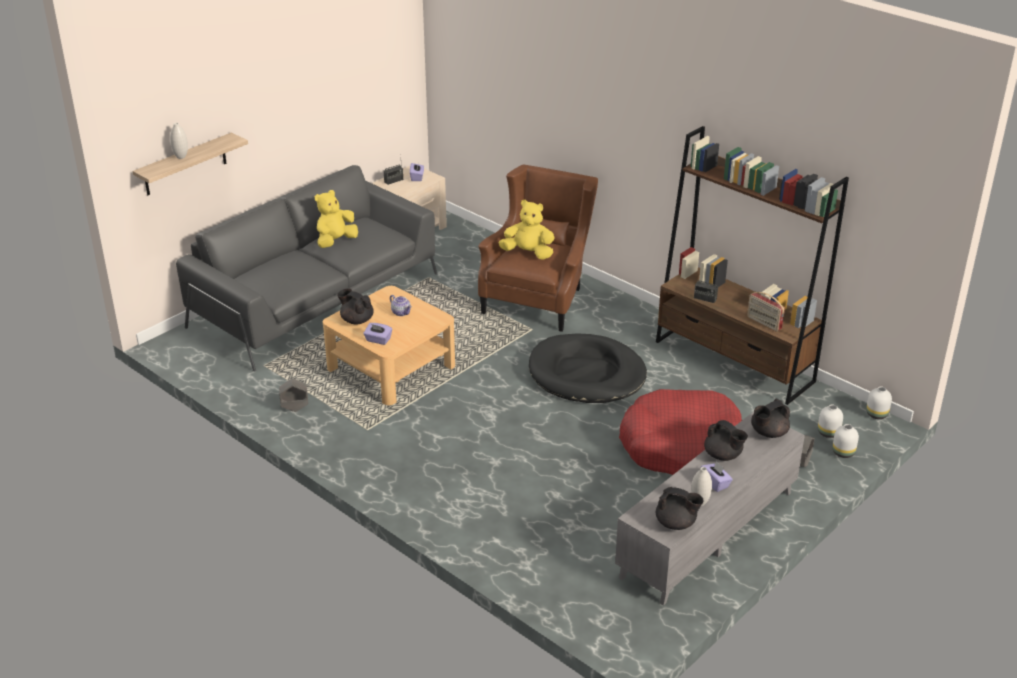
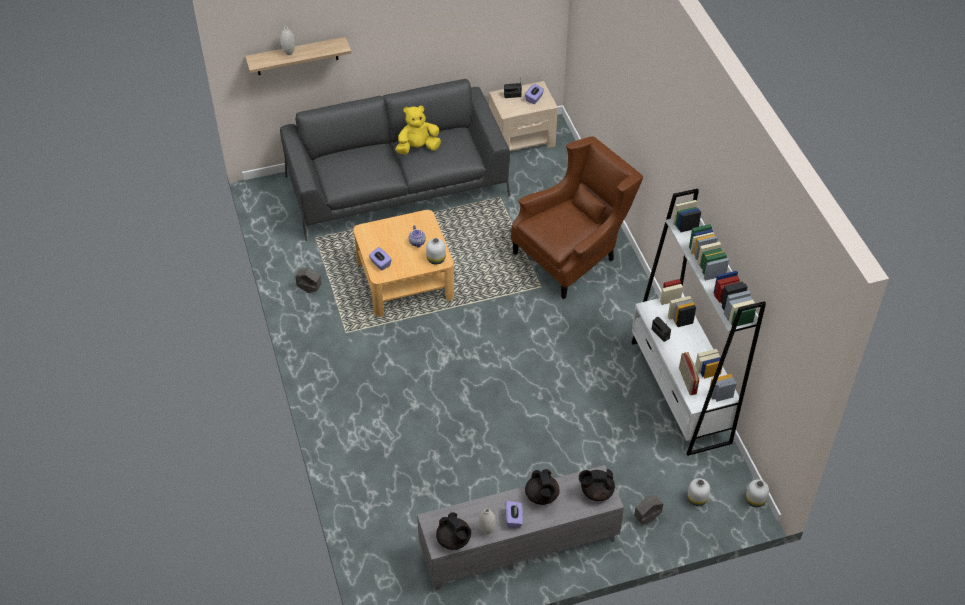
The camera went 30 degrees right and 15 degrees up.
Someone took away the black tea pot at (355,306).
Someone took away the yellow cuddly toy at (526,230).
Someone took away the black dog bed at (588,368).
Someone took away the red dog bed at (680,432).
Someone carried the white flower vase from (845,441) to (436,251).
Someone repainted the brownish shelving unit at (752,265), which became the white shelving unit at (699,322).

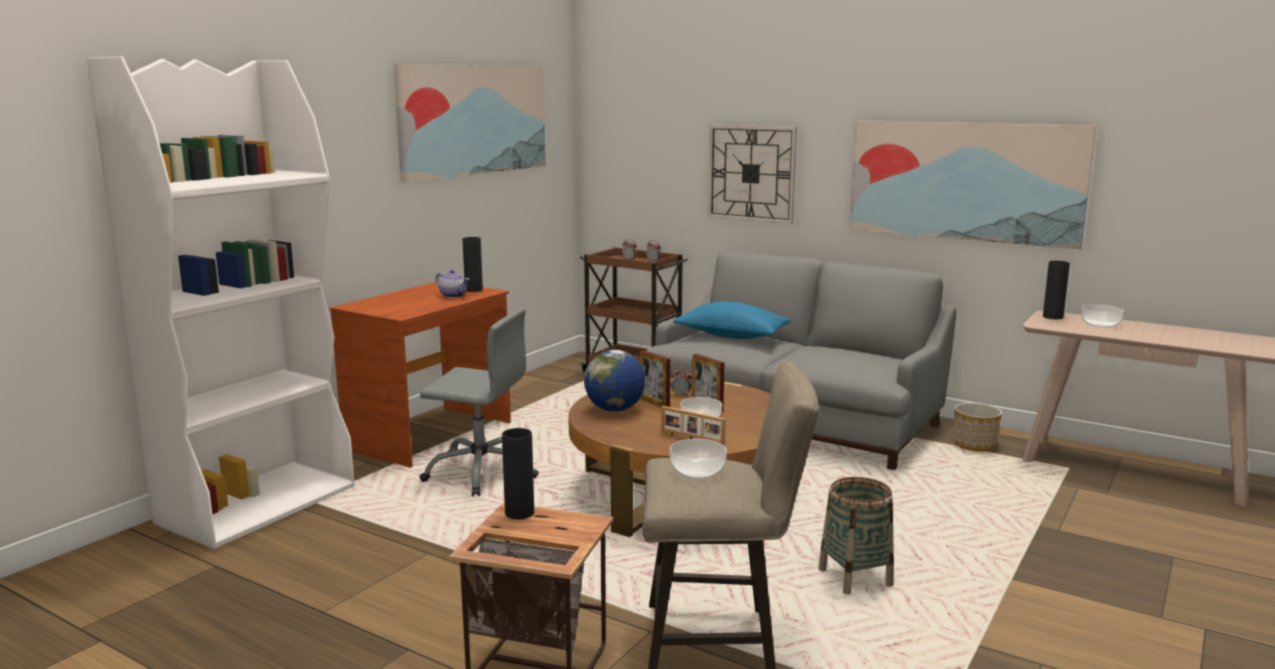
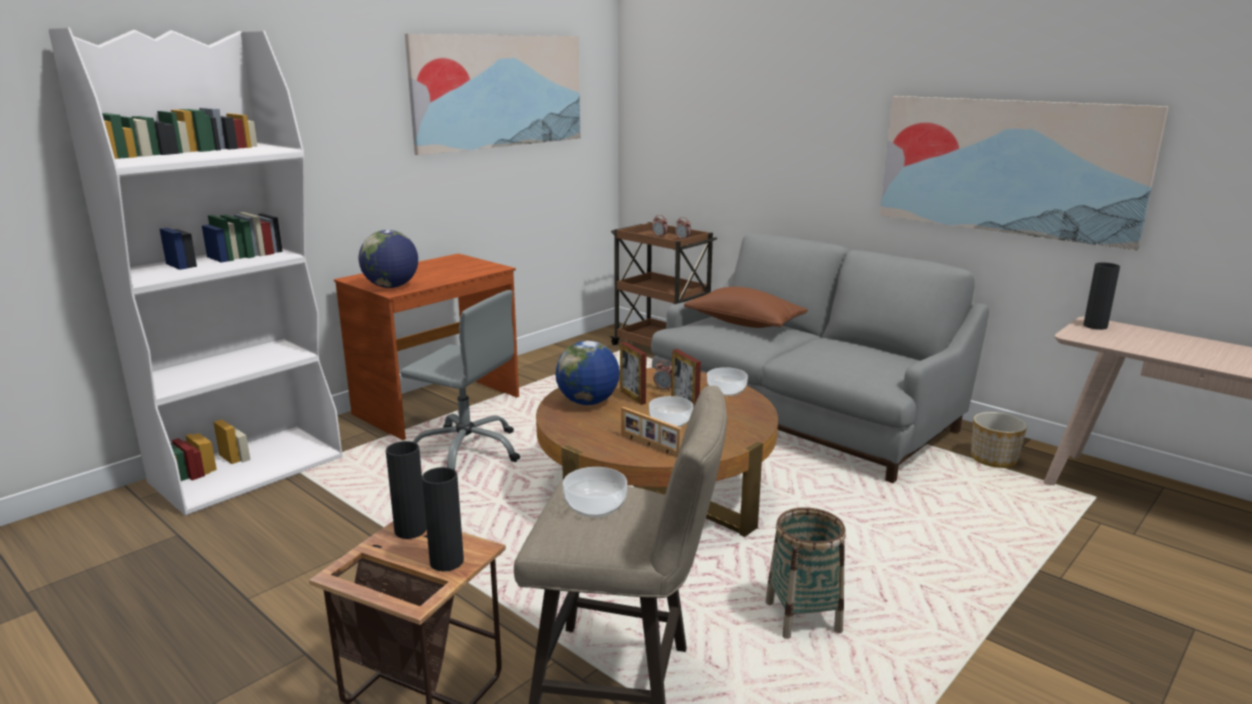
The camera went 10 degrees right and 5 degrees up.
Someone took away the tea pot at (452,284).
Someone took away the wall clock at (752,174).
Someone put down the globe at (388,259).
Someone carried the black flower vase from (472,264) to (443,519).
Someone carried the serving bowl from (1103,316) to (727,381).
Someone repainted the bluish pillow at (732,320), which became the brownish pillow at (746,307).

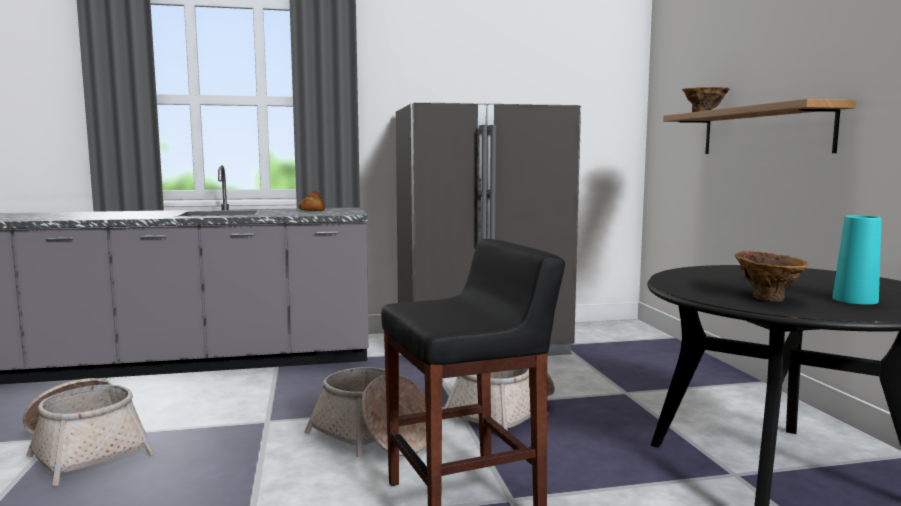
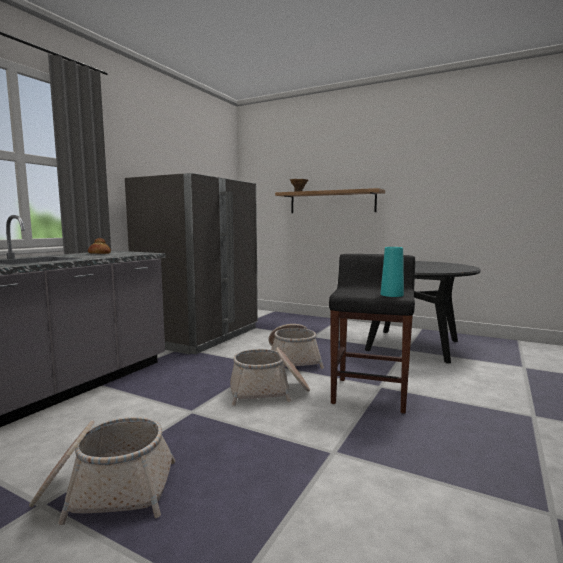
The camera went 50 degrees left and 0 degrees up.
Someone took away the brownish flower vase at (771,276).
Someone carried the blue-green flower vase from (856,260) to (392,272).

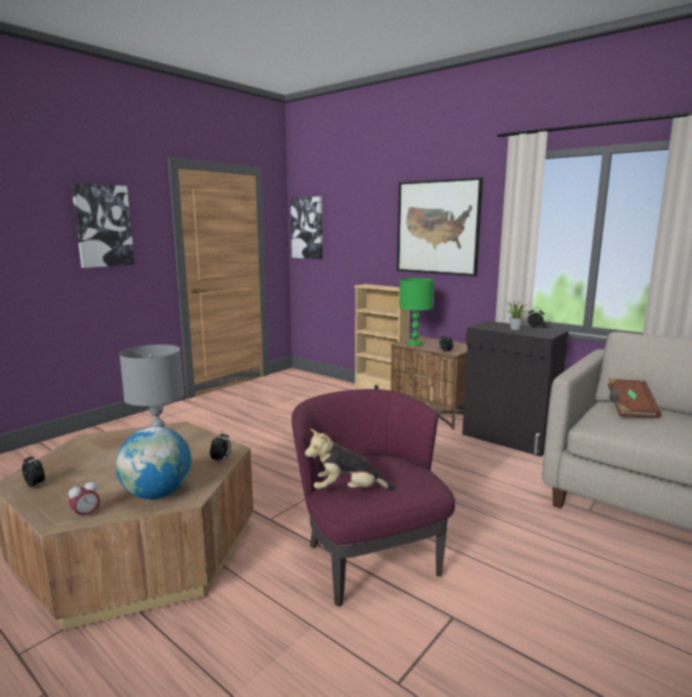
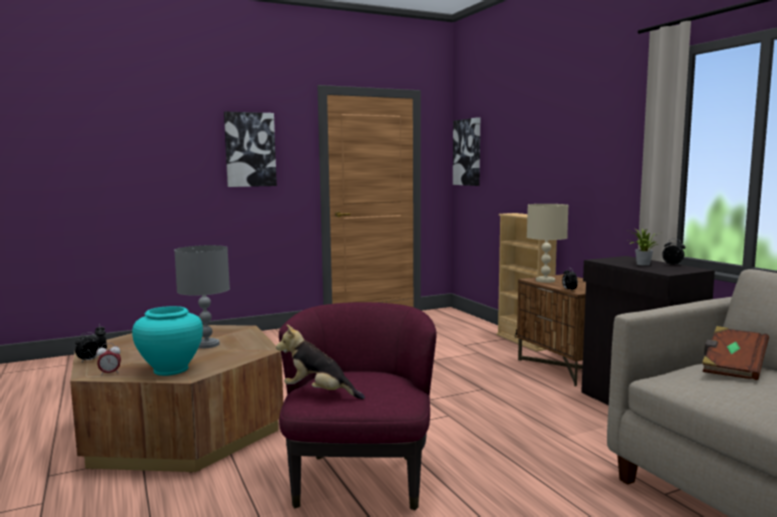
The camera went 25 degrees right and 5 degrees down.
Someone took away the wall art at (440,227).
Someone carried the bedside clock from (220,447) to (87,347).
Someone swapped the globe at (154,463) for the blue-green flower vase at (167,341).
Someone repainted the green lamp for a table at (416,312), which became the beige-coloured lamp for a table at (547,243).

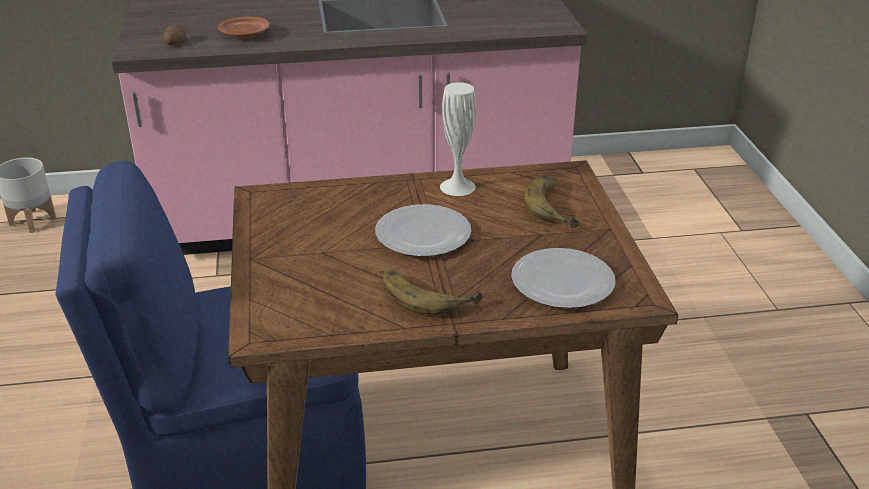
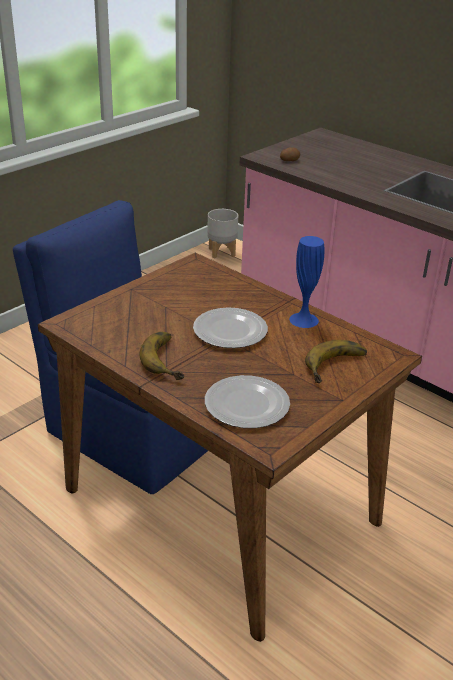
The camera went 50 degrees right and 0 degrees up.
Someone took away the brownish flat dish at (244,28).
Someone repainted the white flower vase at (458,139), which became the bluish flower vase at (306,282).

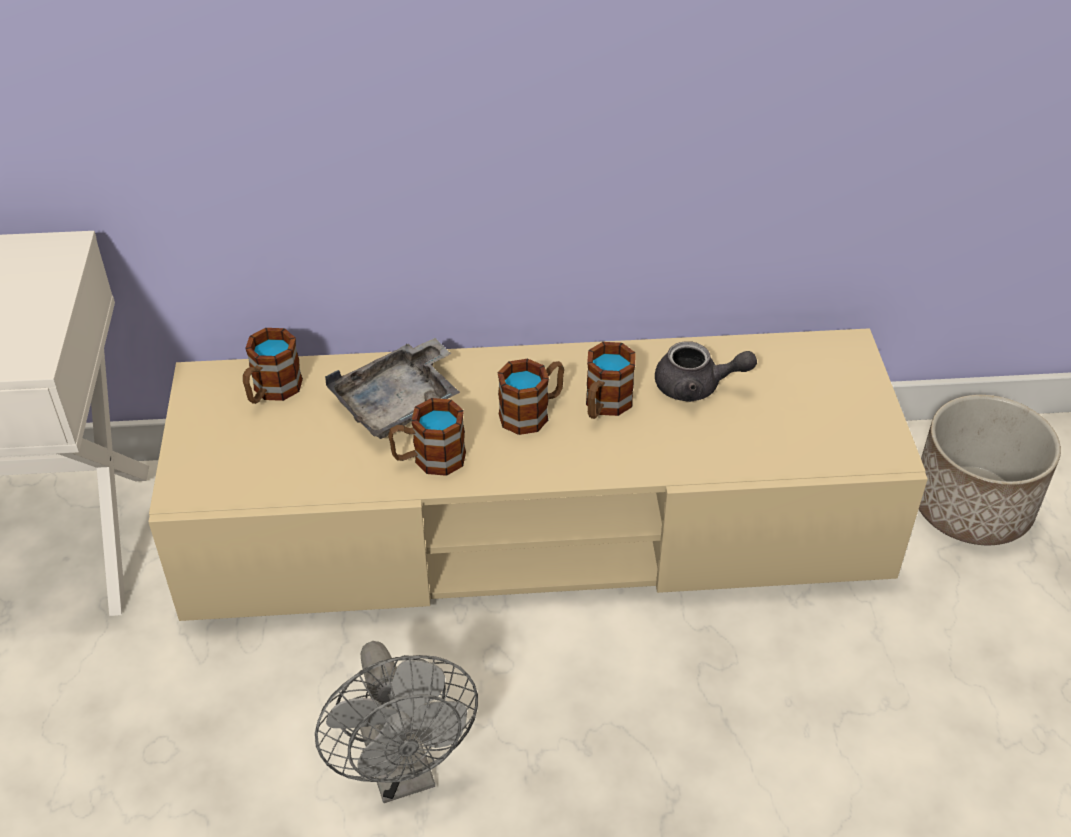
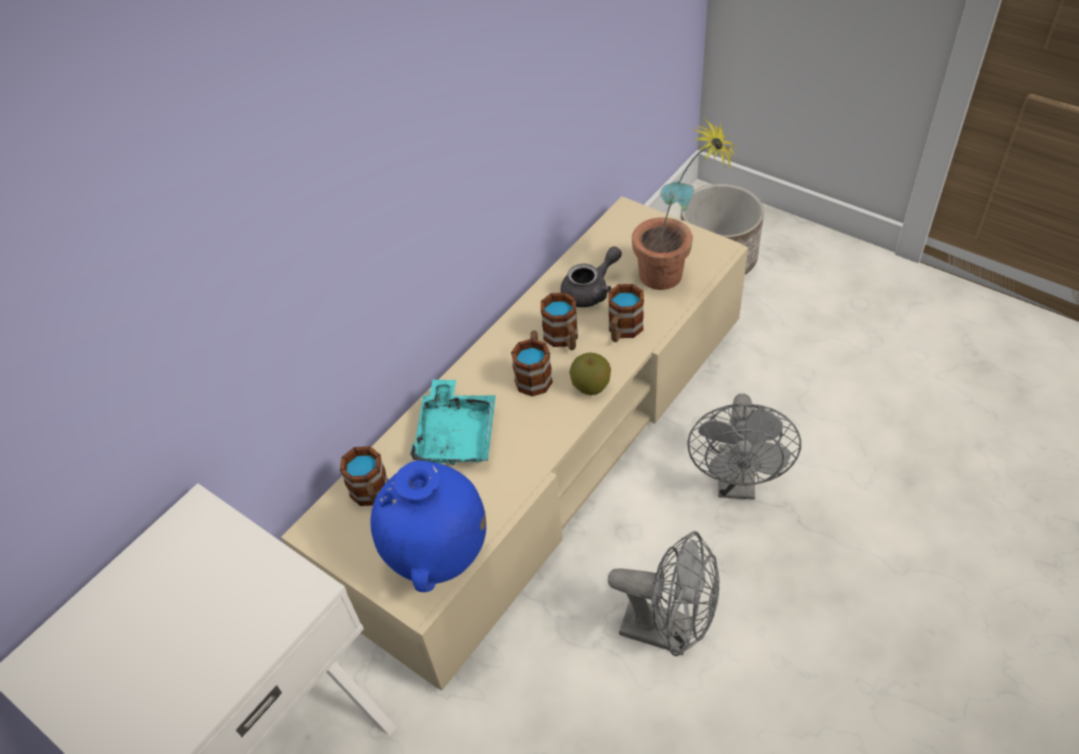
The camera went 45 degrees left and 5 degrees up.
Someone put down the bluish flower vase at (428,526).
Someone put down the apple fruit at (590,373).
Someone put down the plant in a pot at (685,204).
Someone put down the gray electric fan at (744,447).
Someone carried the mug from (427,437) to (626,313).
Someone repainted the gray serving tray at (392,388), which became the blue-green serving tray at (453,422).

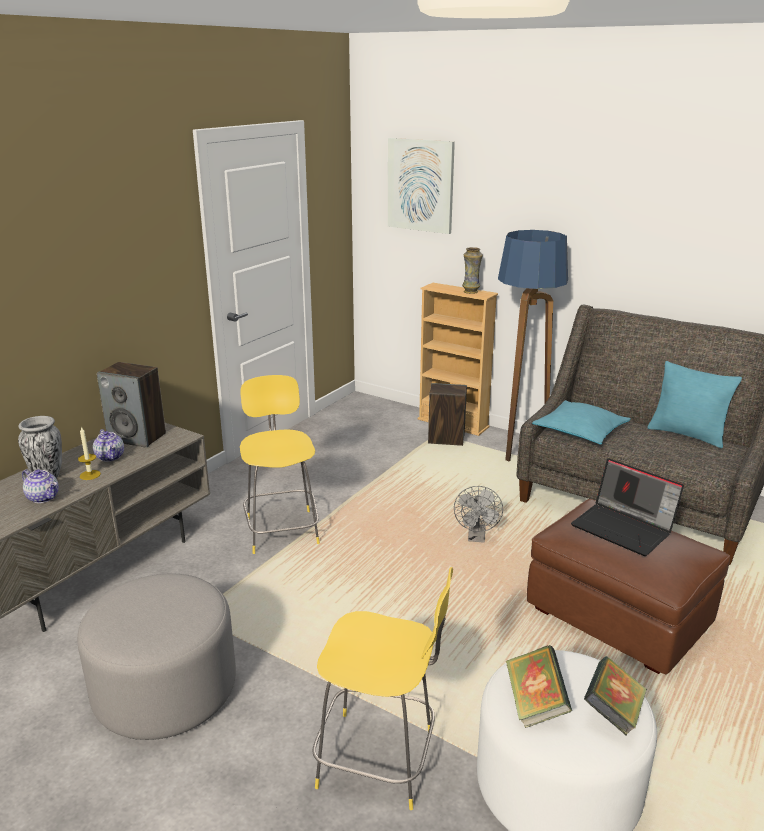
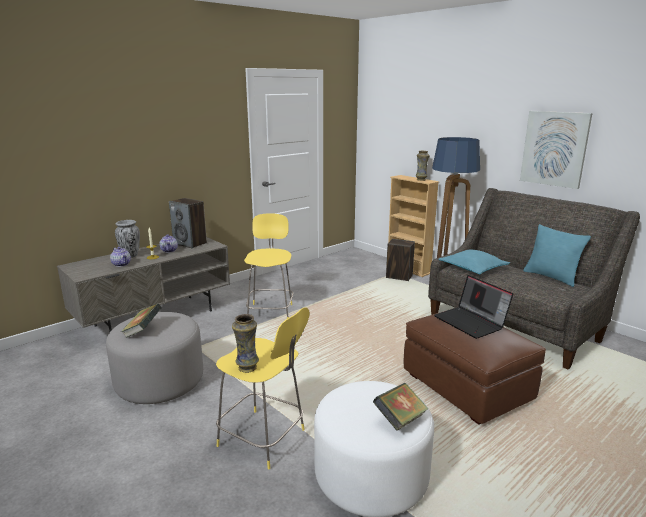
The camera went 15 degrees right and 5 degrees down.
Someone took away the gray electric fan at (478,514).
Someone put down the flower vase at (245,343).
Someone carried the wall art from (421,186) to (556,150).
Someone carried the volume from (538,686) to (141,321).

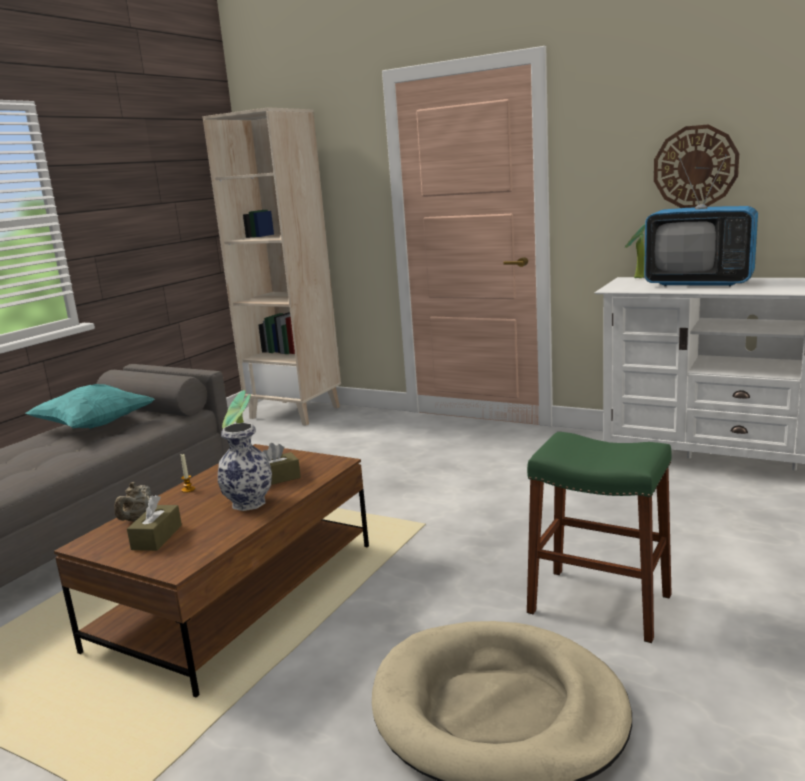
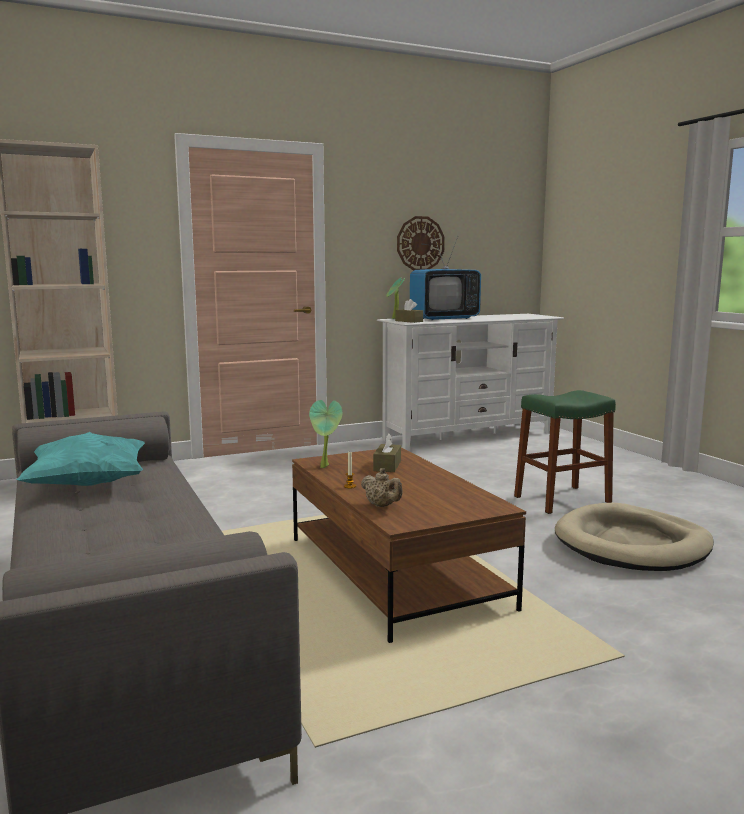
The camera went 55 degrees left and 5 degrees down.
Someone took away the flower vase at (245,467).
Someone carried the brownish box of tissues from (154,523) to (409,311).

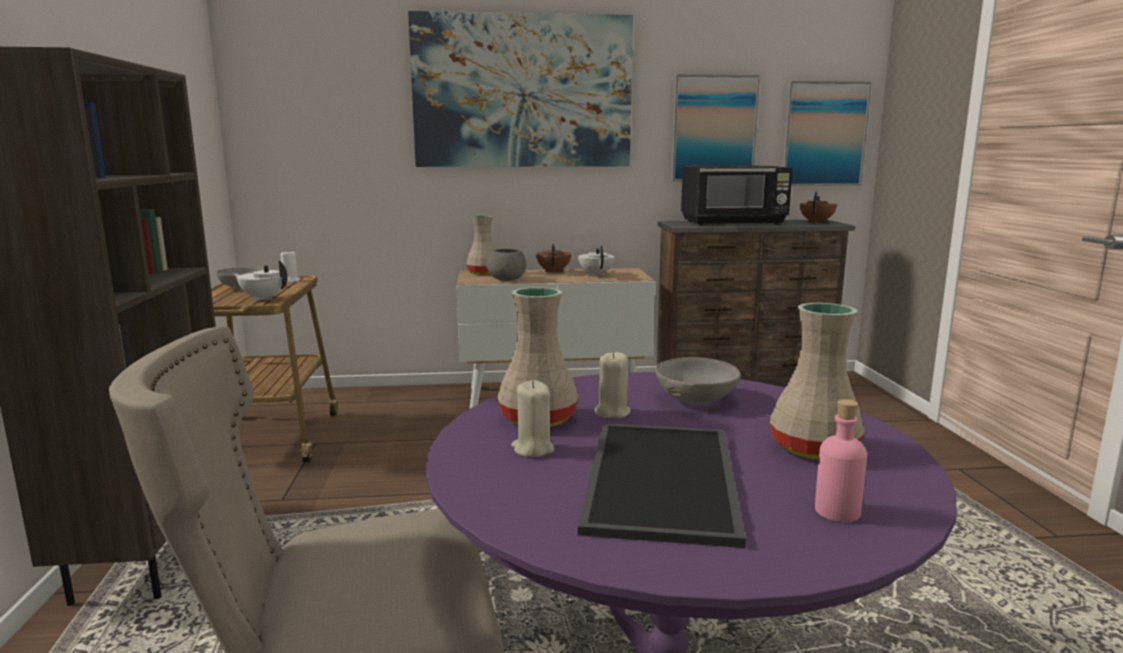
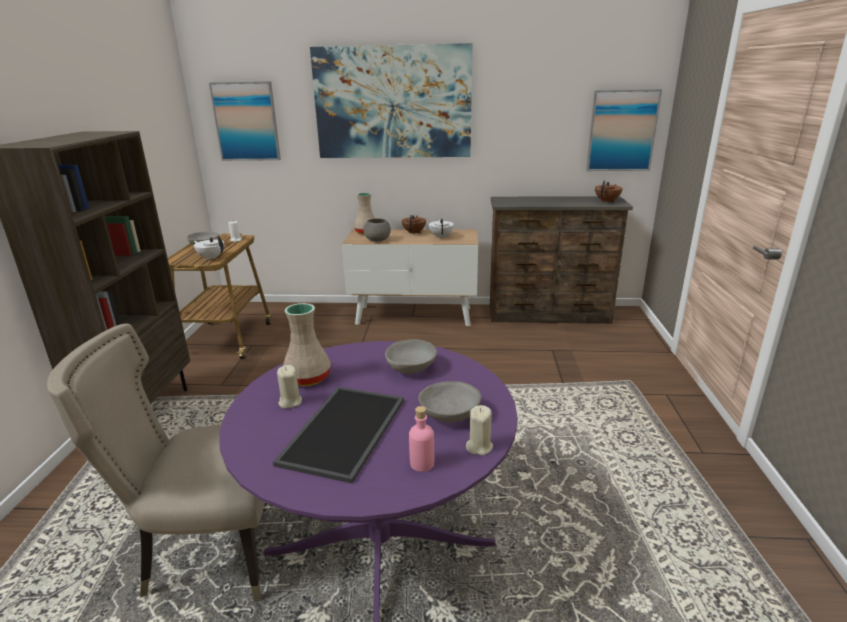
The camera went 10 degrees right and 10 degrees up.
Someone took away the black microwave oven at (737,195).
Someone carried the beige-coloured candle from (612,385) to (479,430).
Someone carried the wall art from (715,127) to (245,121).
Someone swapped the beige-coloured flower vase at (817,381) for the gray serving bowl at (449,401).

